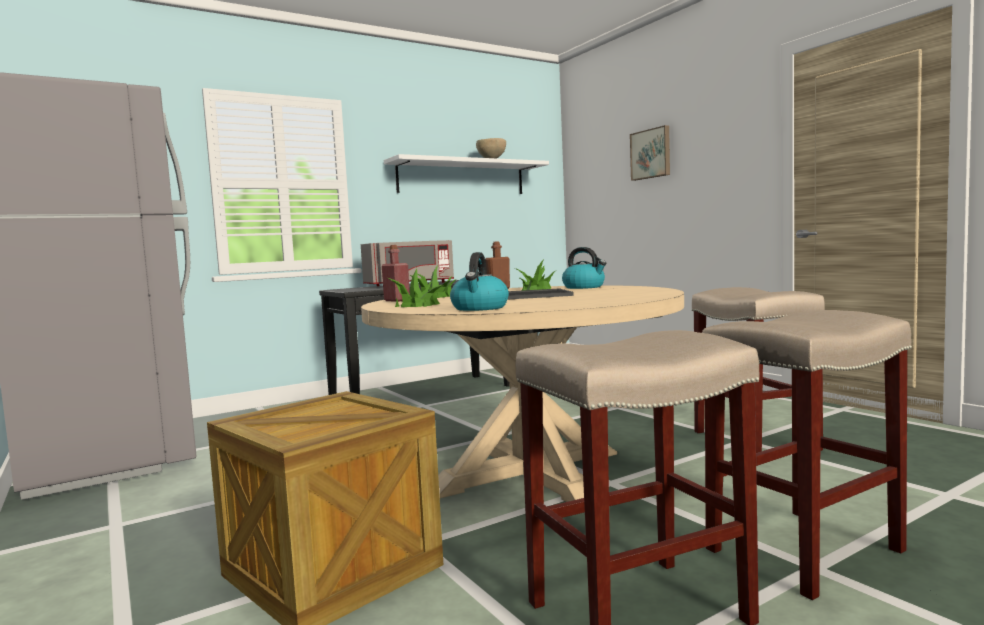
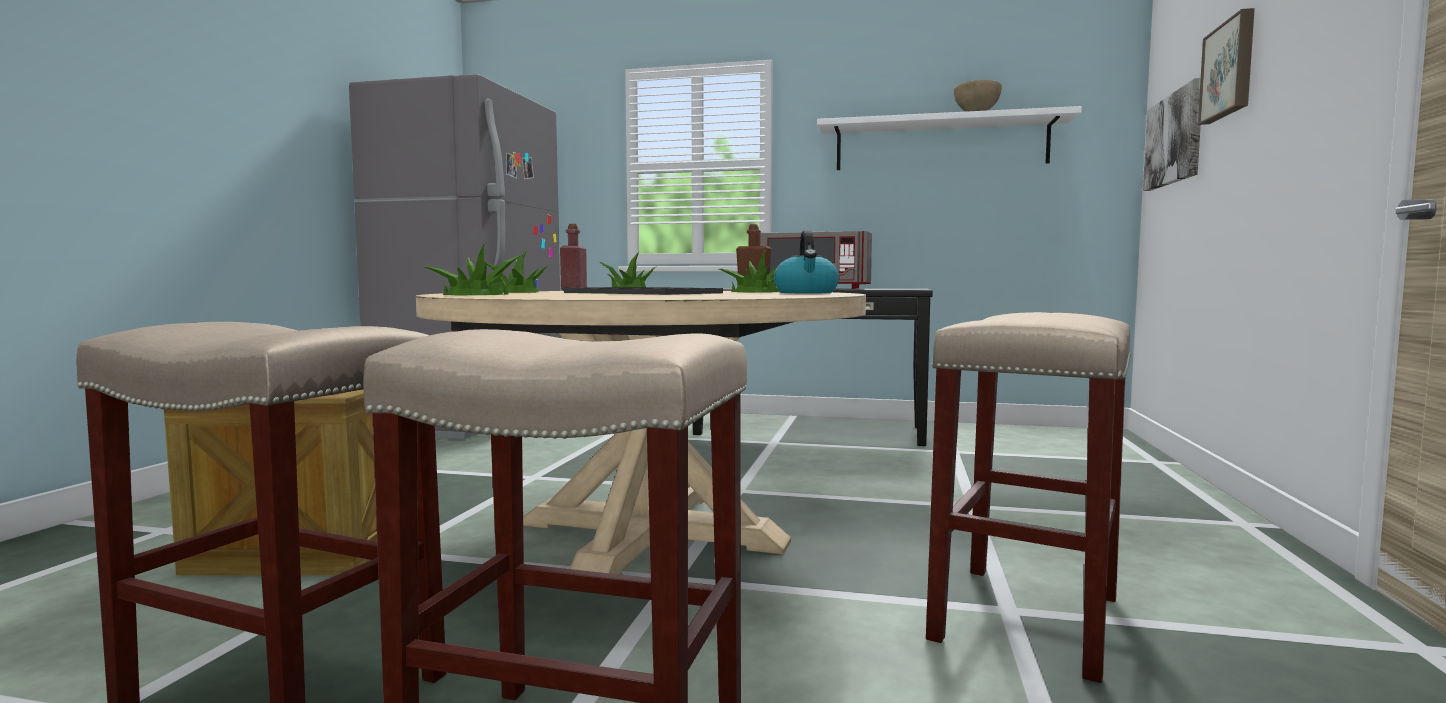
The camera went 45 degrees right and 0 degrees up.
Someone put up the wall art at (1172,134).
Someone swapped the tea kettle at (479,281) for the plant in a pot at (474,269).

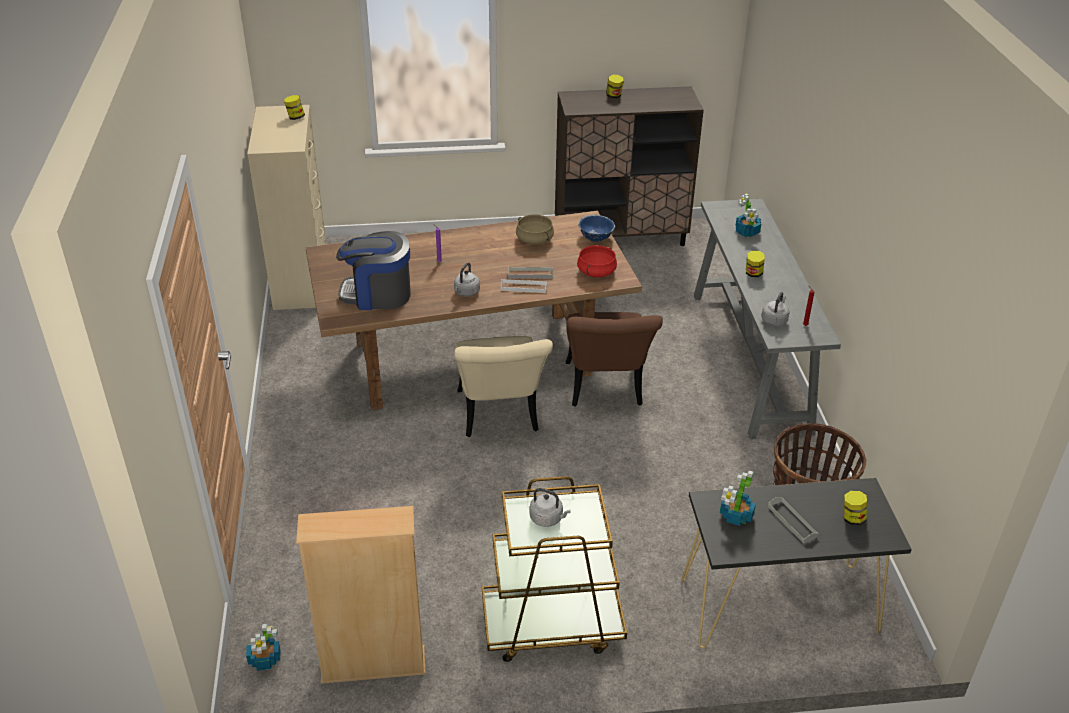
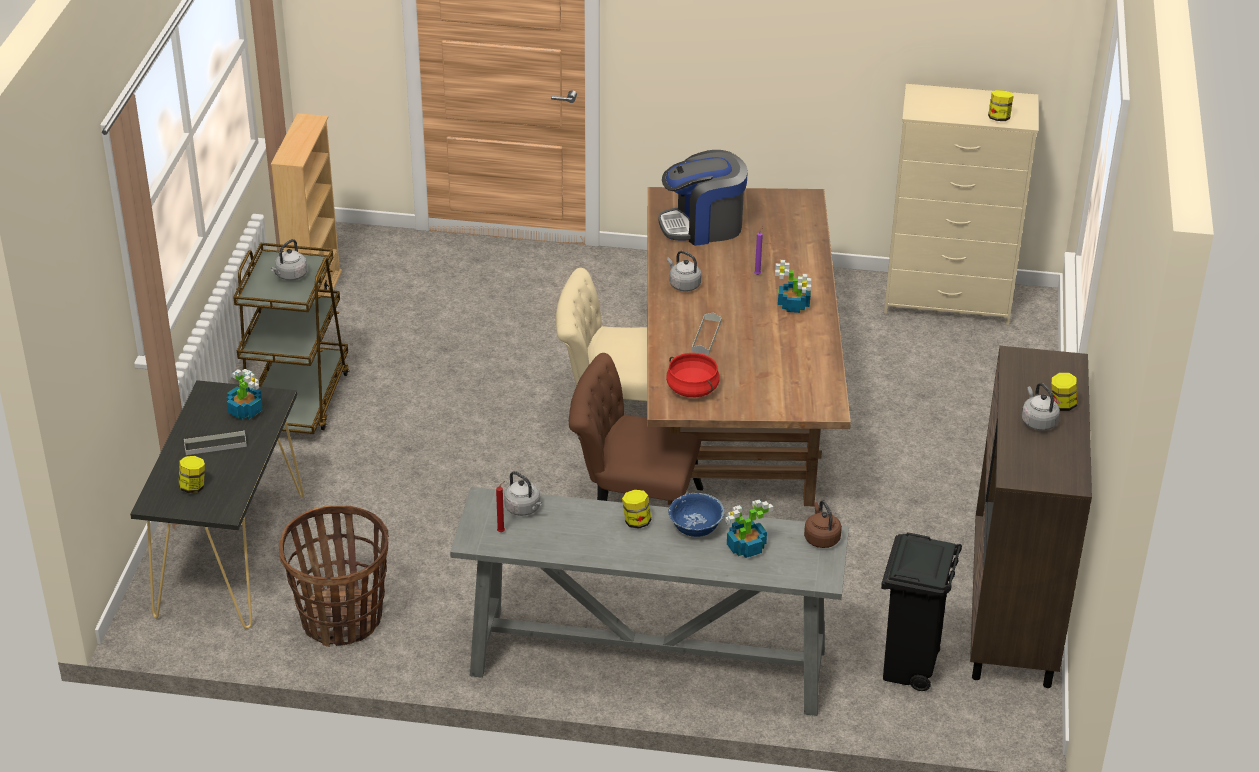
The camera went 105 degrees right and 0 degrees up.
Someone took away the white serving tray at (524,286).
Someone took away the beige-coloured stockpot at (535,229).
Someone put down the brownish tea kettle at (823,524).
Someone put down the black trash can at (921,611).
Someone put down the gray tea kettle at (1041,407).
Someone carried the plant in a pot from (263,647) to (793,286).
Someone carried the bluish serving bowl from (596,228) to (696,515).
Someone rotated the coffee maker at (373,270) by 120 degrees counterclockwise.

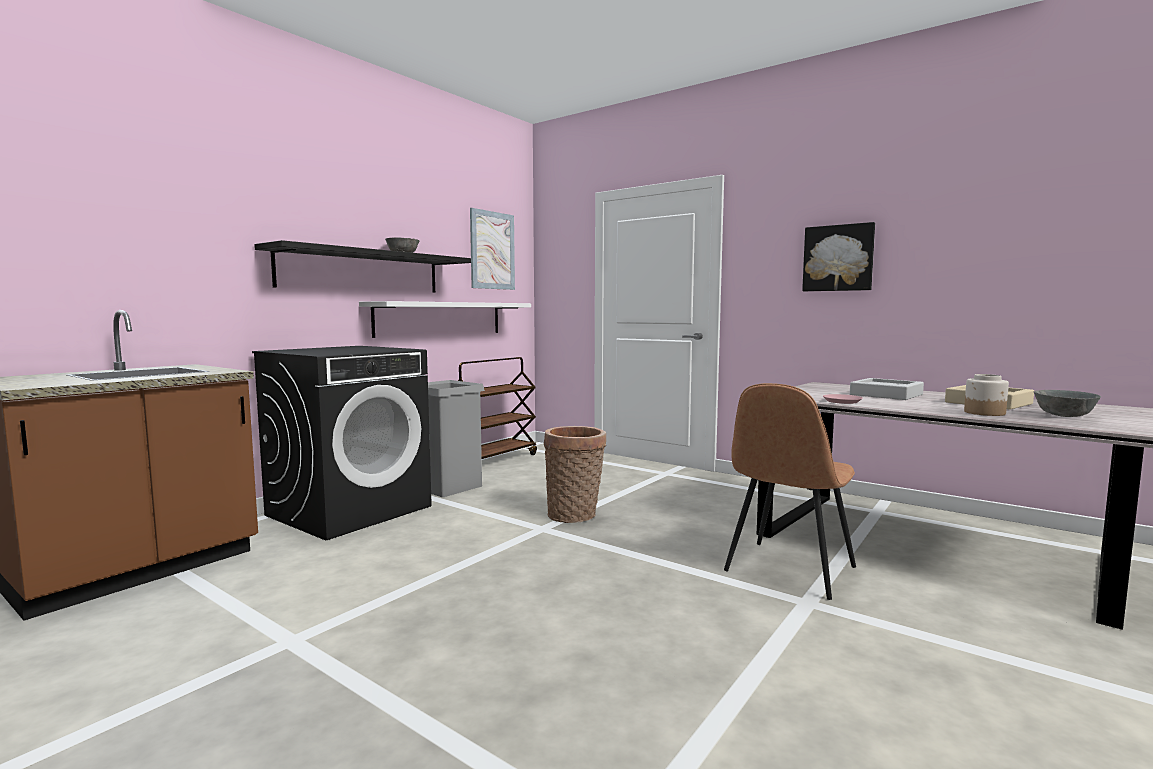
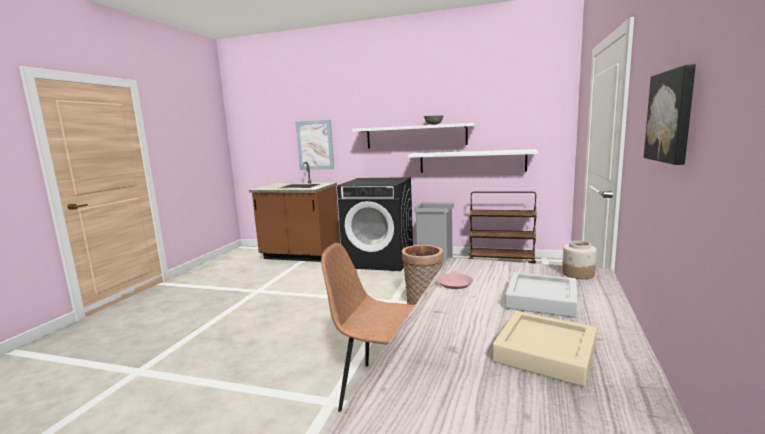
The camera went 70 degrees right and 5 degrees up.
Someone took away the gray serving bowl at (1067,403).
Someone carried the wall art from (492,249) to (314,145).
Someone carried the preserve jar from (986,395) to (579,260).
Someone repainted the black wall shelf at (362,266), which became the white wall shelf at (414,135).

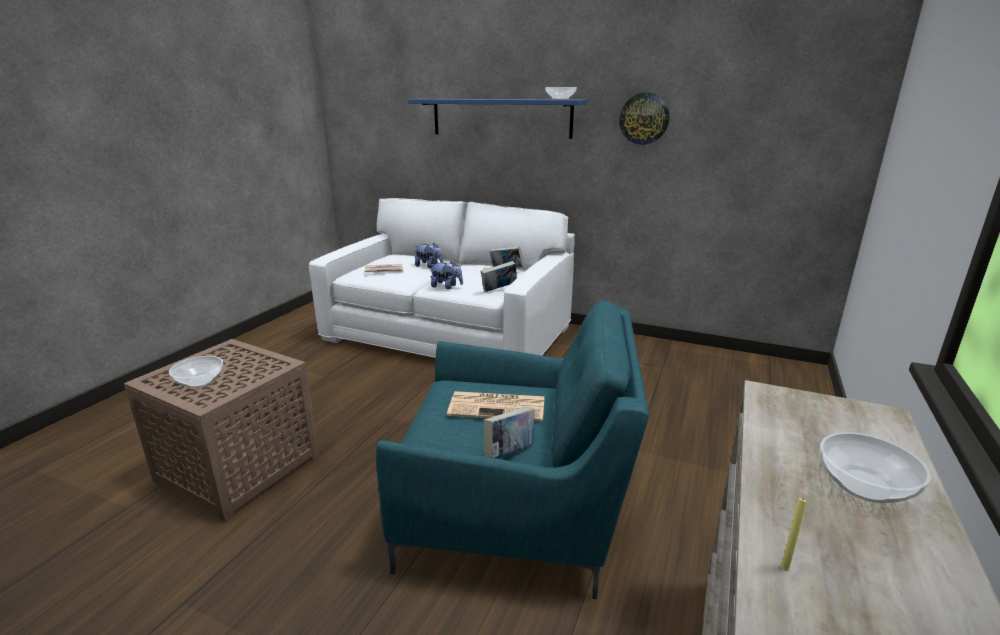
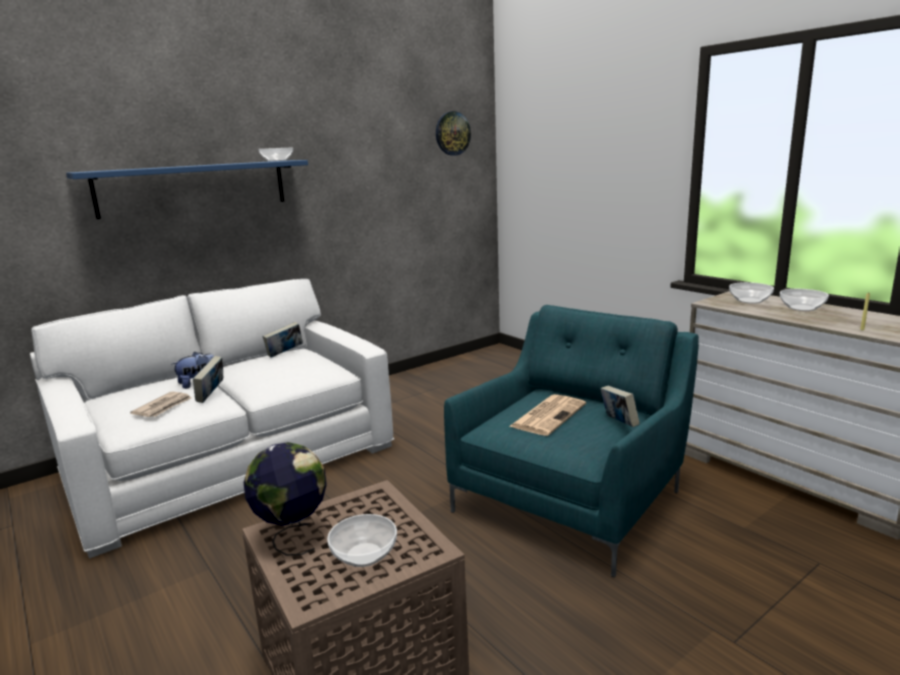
The camera went 60 degrees left and 5 degrees down.
Someone took away the cuddly toy at (446,275).
Someone put down the globe at (285,499).
Someone put down the serving bowl at (751,293).
Someone carried the volume from (499,276) to (208,379).
Someone carried the wall clock from (644,119) to (453,133).

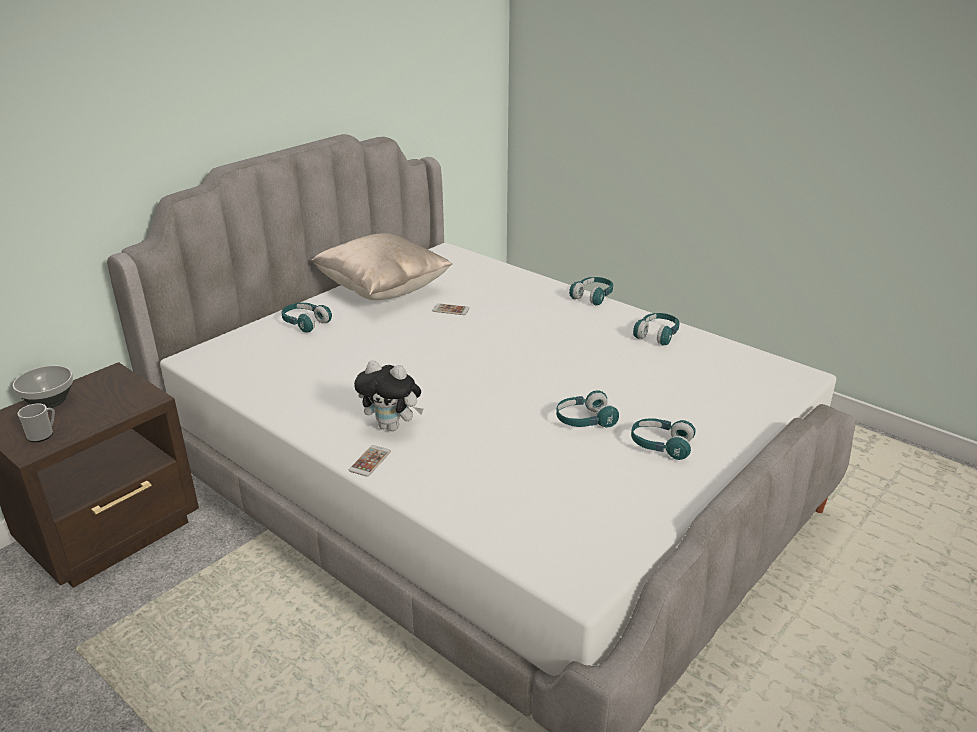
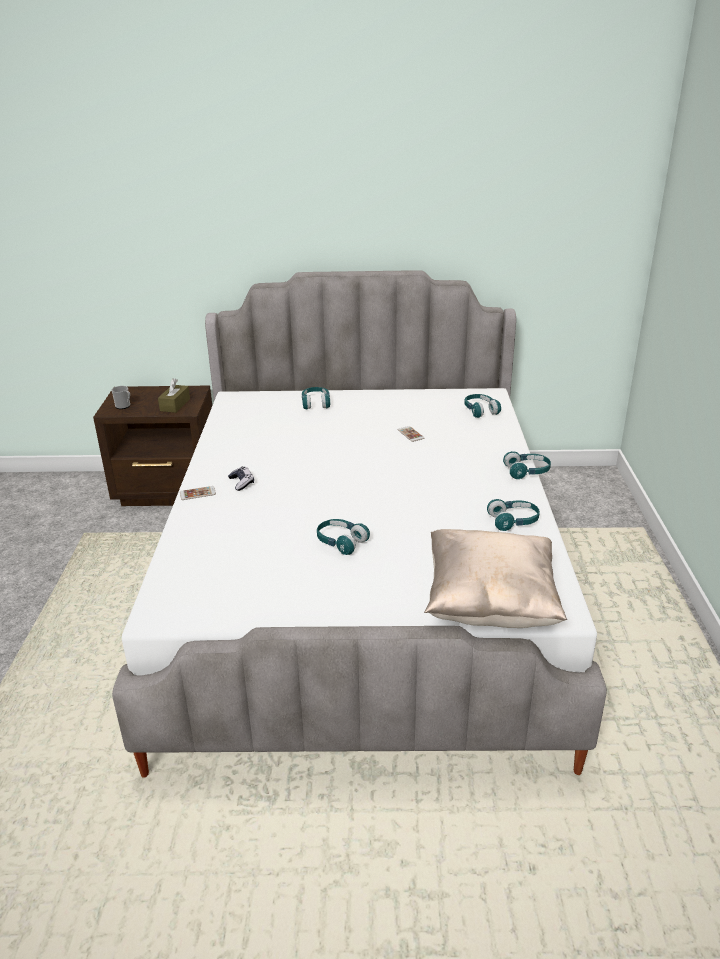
The camera went 50 degrees right and 0 degrees up.
Someone took away the serving bowl at (43,387).
Someone put down the brownish box of tissues at (174,396).
Someone carried the beige-coloured pillow from (381,266) to (495,578).
Someone carried the blue-green pair of headphones from (663,439) to (482,406).
Someone swapped the cuddly toy at (388,395) for the game controller at (241,478).

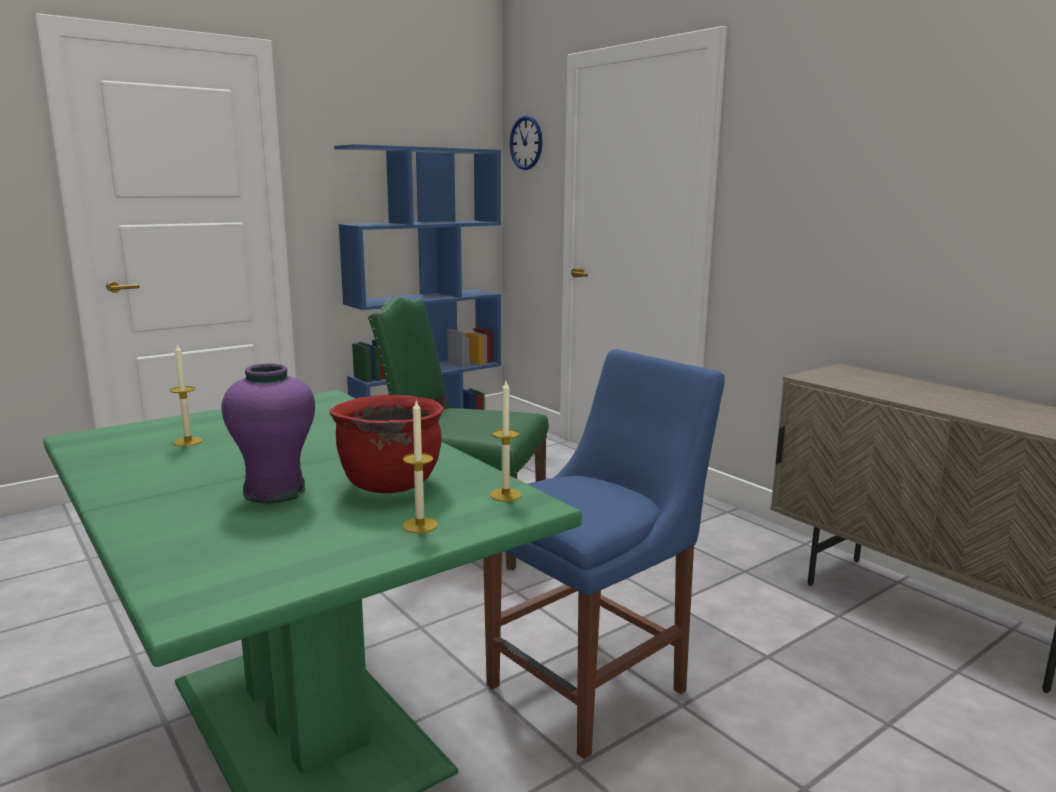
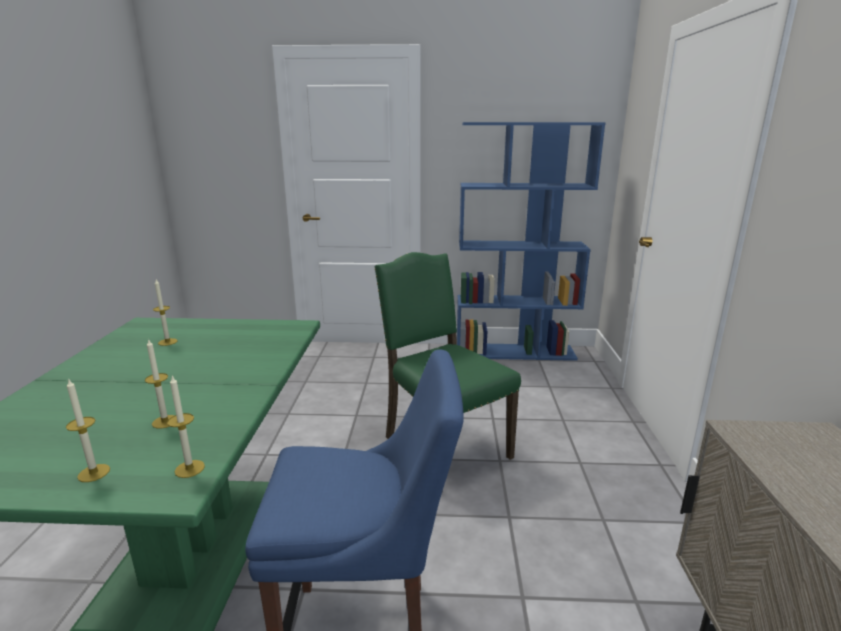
The camera went 40 degrees right and 5 degrees up.
Someone took away the purplish flower vase at (268,433).
Someone took away the wall clock at (526,143).
Someone swapped the red stockpot at (386,443) for the candle at (160,384).

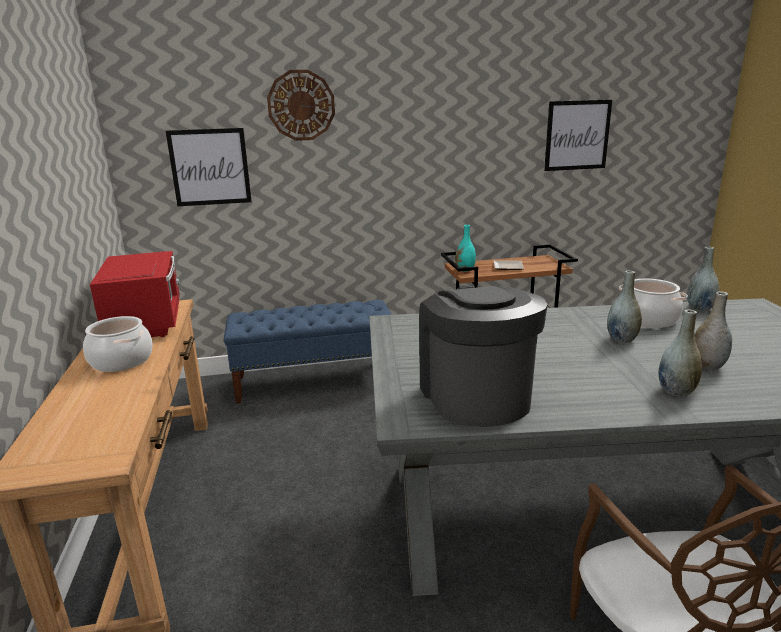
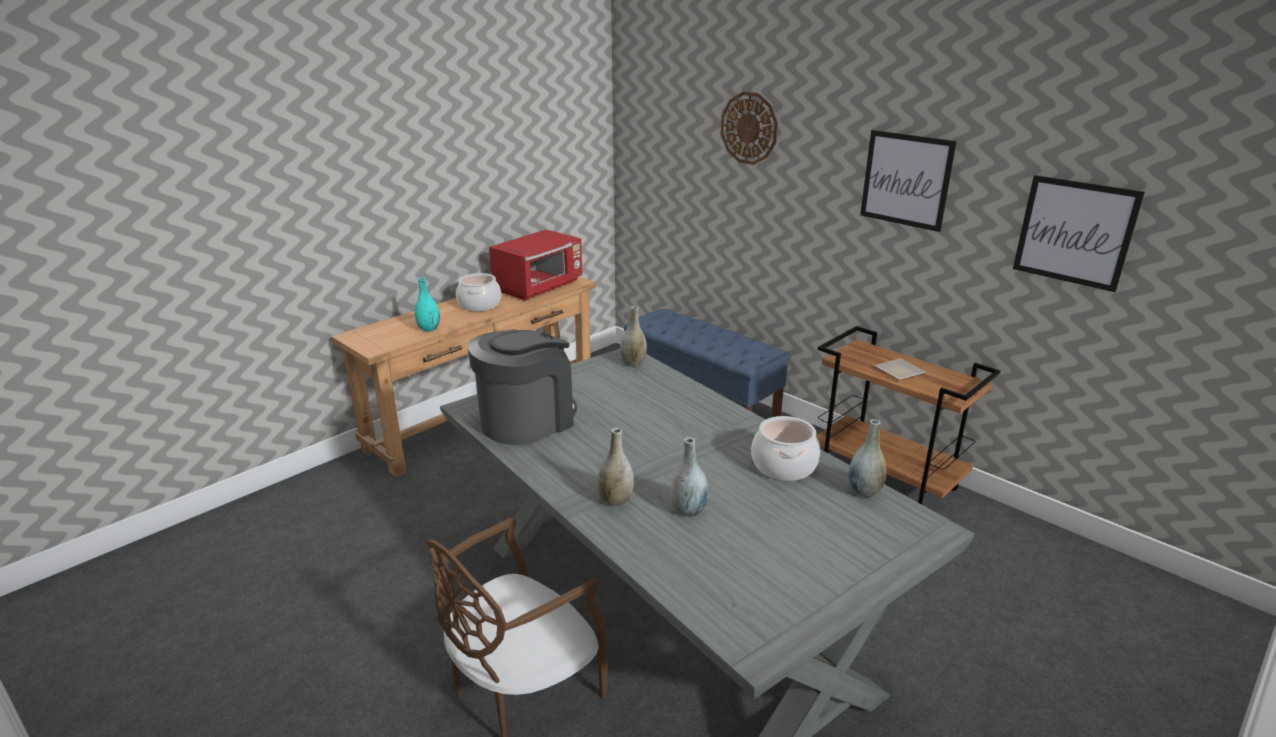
The camera went 55 degrees right and 5 degrees up.
Someone carried the wall art from (209,167) to (908,181).
Someone carried the blue-green flower vase from (465,248) to (427,304).
Someone carried the gray flower vase from (624,307) to (633,336).

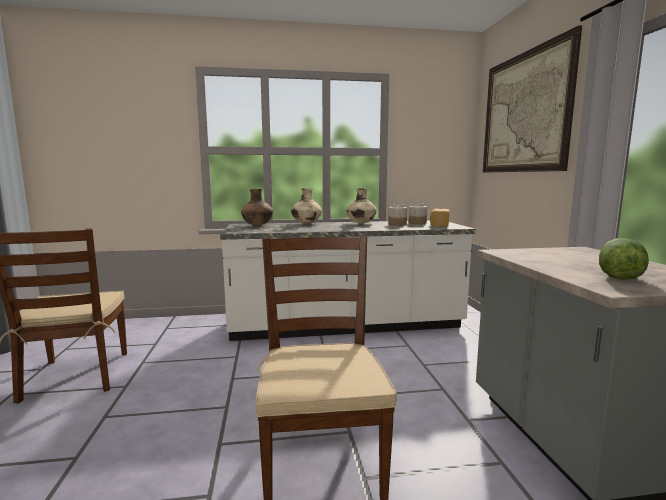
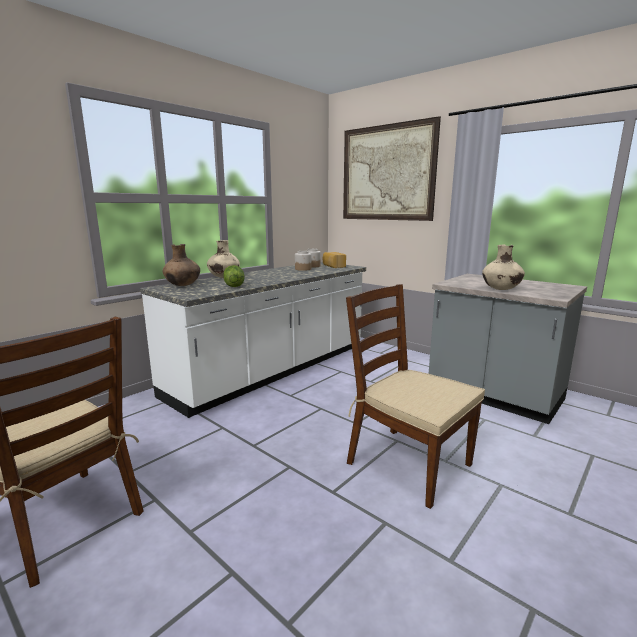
The camera went 40 degrees left and 5 degrees up.
Someone carried the beige-coloured flower vase from (361,206) to (503,267).
Someone carried the lettuce head from (624,259) to (234,276).

